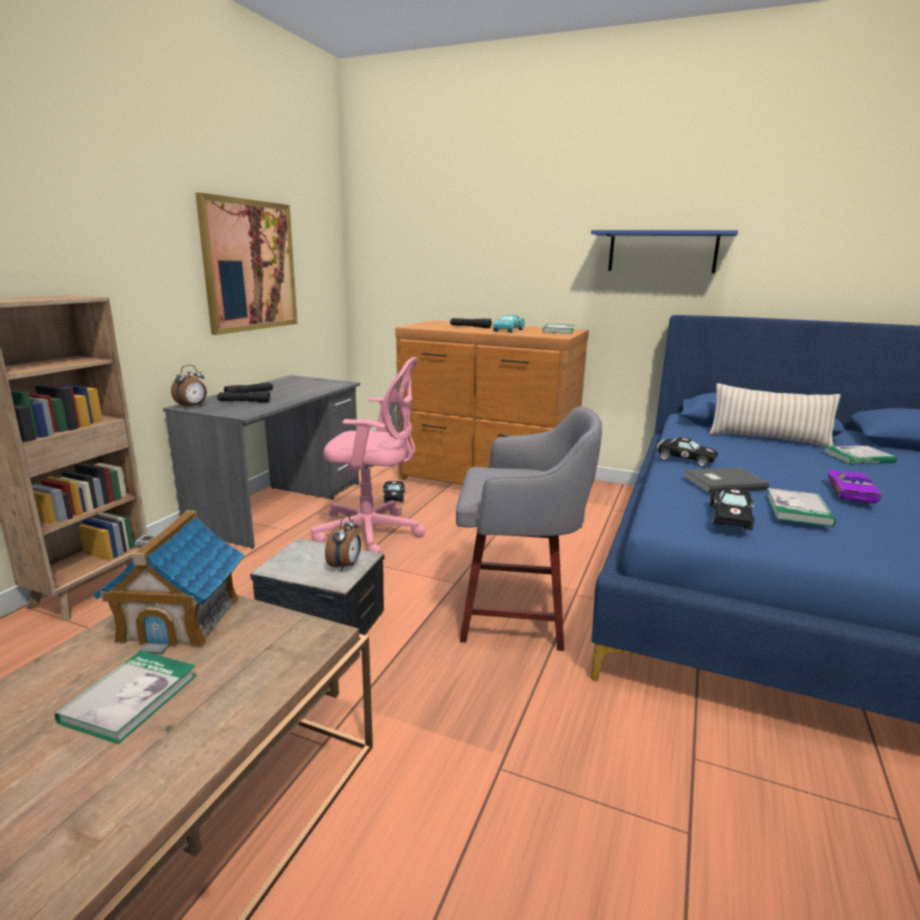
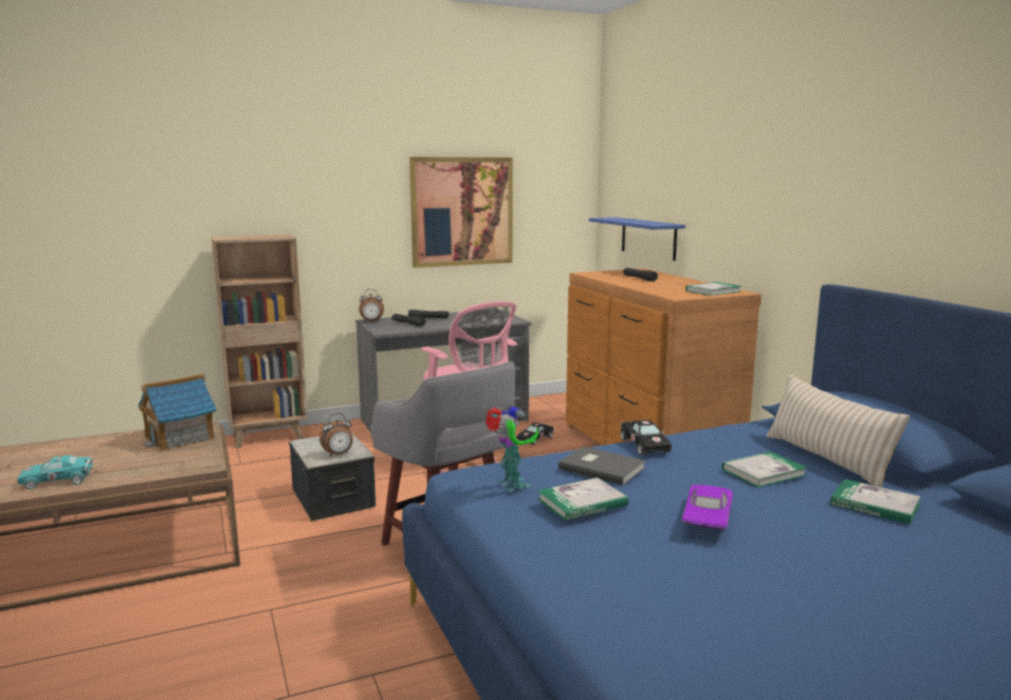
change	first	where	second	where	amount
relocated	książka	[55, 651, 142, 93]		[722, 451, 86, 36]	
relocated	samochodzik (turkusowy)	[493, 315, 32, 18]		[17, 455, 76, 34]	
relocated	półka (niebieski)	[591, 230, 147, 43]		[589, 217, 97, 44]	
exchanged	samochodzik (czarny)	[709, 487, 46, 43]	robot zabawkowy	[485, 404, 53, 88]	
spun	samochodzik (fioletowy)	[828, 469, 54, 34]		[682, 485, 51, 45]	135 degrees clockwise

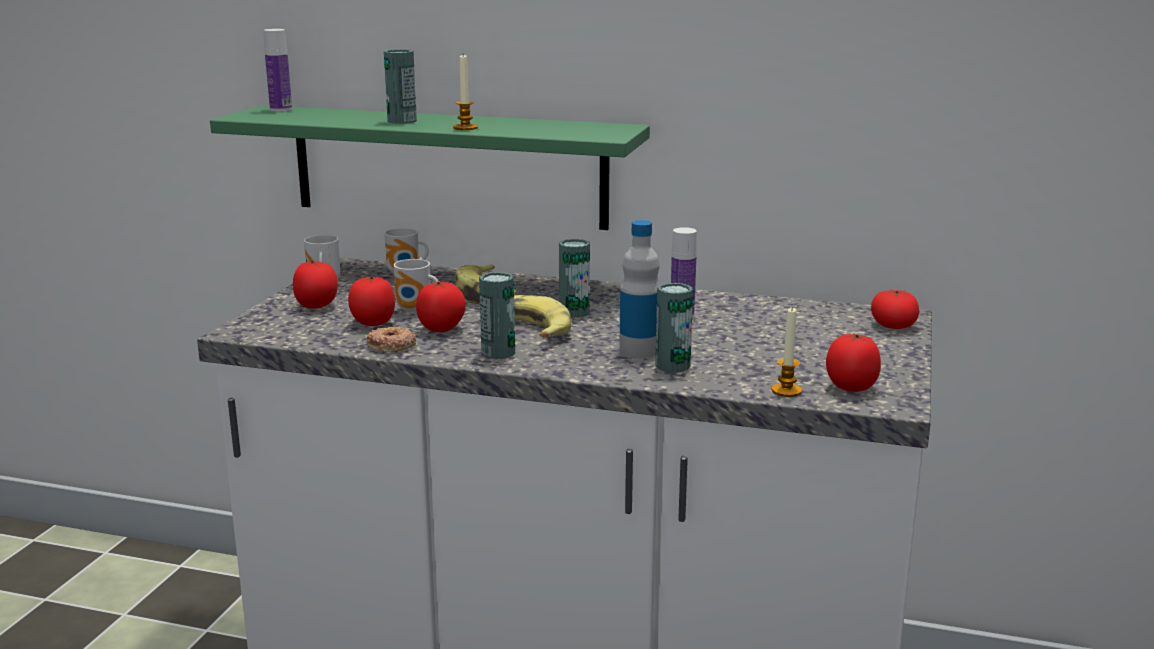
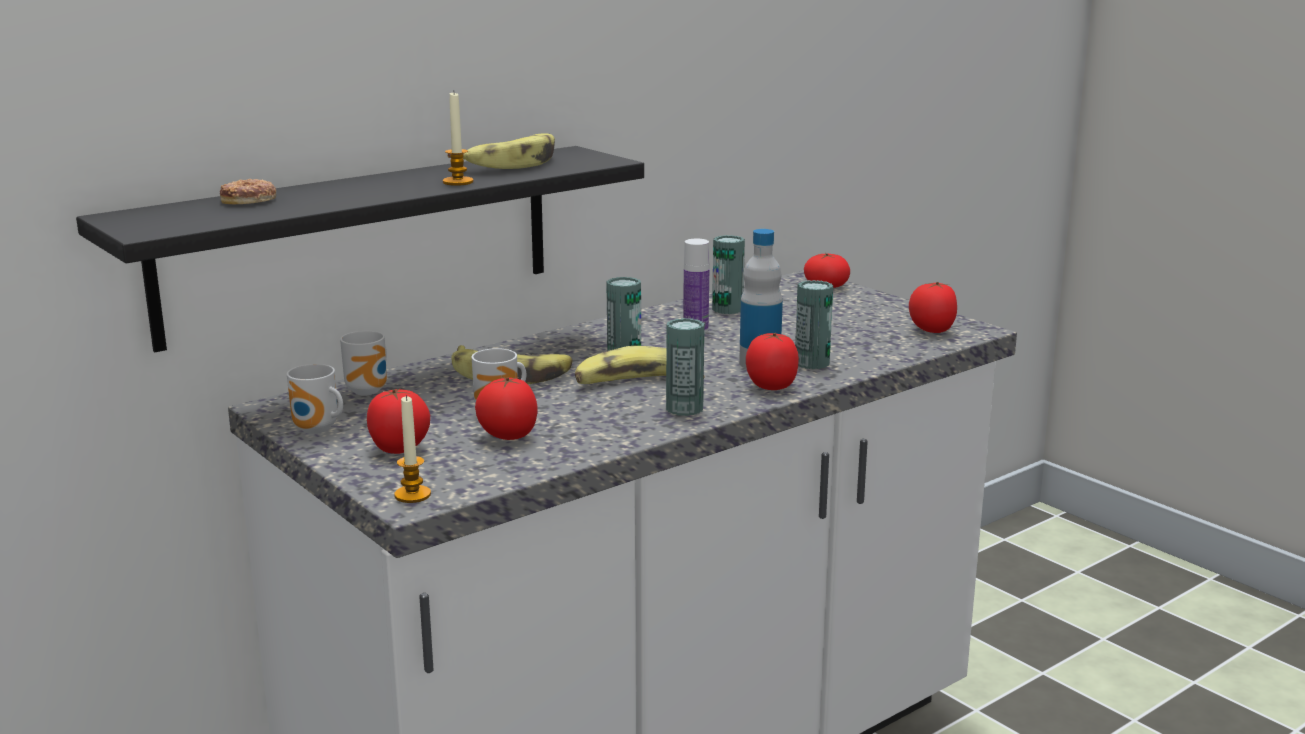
change	first	where	second	where	amount
colour	półka (zielony)	[210, 105, 440, 125]	półka (czarny)	[76, 146, 568, 206]	
missing	butelka	[263, 29, 29, 83]			
relocated	donut	[367, 326, 49, 26]		[220, 179, 56, 25]	
relocated	puszka	[384, 49, 33, 75]		[712, 235, 33, 79]	
relocated	pomidor	[416, 281, 50, 51]		[746, 333, 53, 57]	
relocated	świeca	[771, 306, 31, 91]		[394, 395, 37, 108]	
appeared			banan	[448, 133, 107, 36]	

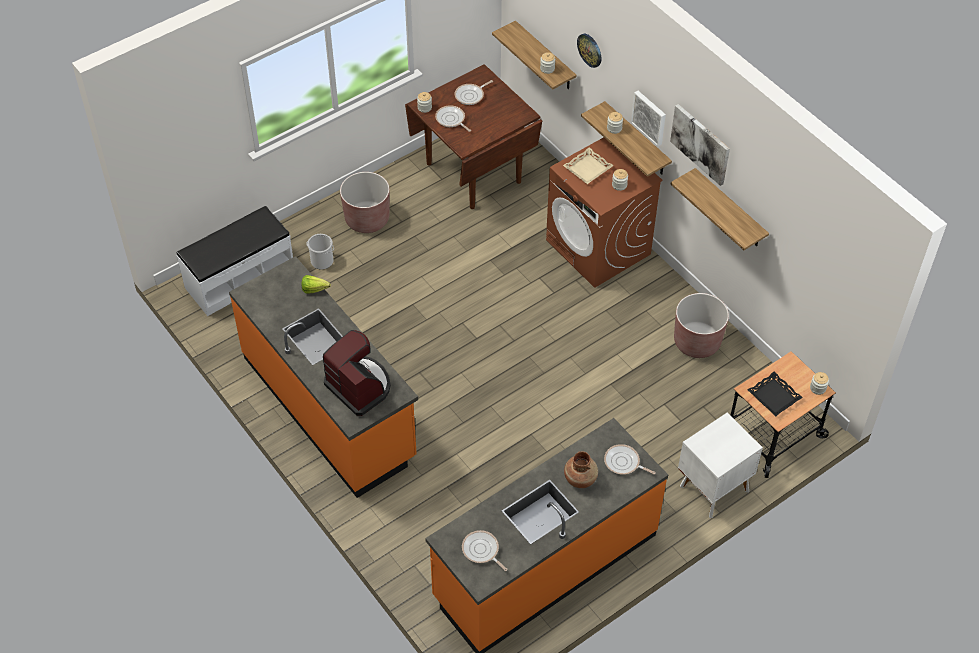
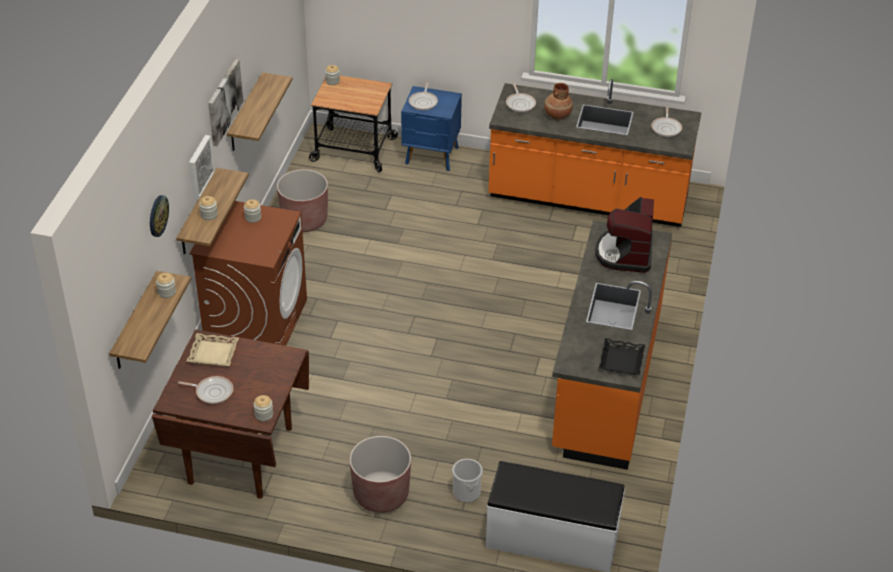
change	first	where	second	where	amount
missing	sałata	[302, 275, 29, 19]			
relocated	patelnia	[435, 105, 36, 27]		[409, 82, 29, 28]	
relocated	taca (beżowy)	[563, 147, 51, 37]		[186, 333, 53, 33]	
colour	szafka nocna (biały)	[678, 413, 85, 105]	szafka nocna (niebieski)	[401, 86, 61, 85]	
relocated	taca (czarny)	[748, 371, 55, 45]		[599, 338, 46, 37]	

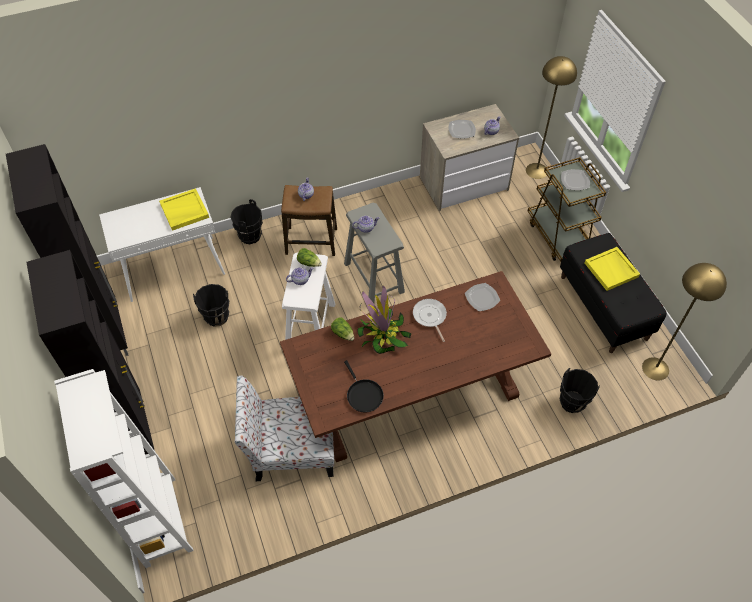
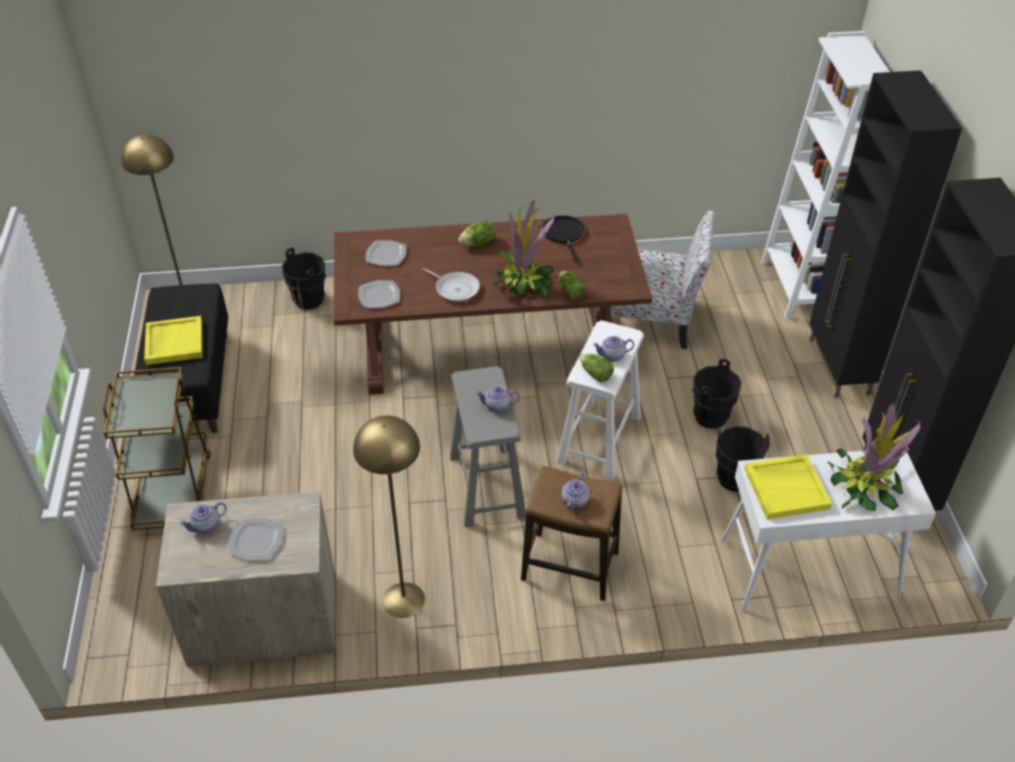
change	first	where	second	where	amount
relocated	wiadro (czarny)	[230, 199, 33, 45]		[692, 359, 50, 70]	
spun	patelnia	[413, 299, 34, 43]		[422, 268, 58, 33]	45 degrees counterclockwise
relocated	lampa stojąca (żółty)	[526, 56, 51, 123]		[353, 415, 72, 203]	
relocated	talerz	[561, 169, 29, 21]		[366, 240, 41, 26]	
appeared			sałata	[458, 221, 38, 25]	
appeared			roślina doniczkowa	[828, 403, 92, 108]	

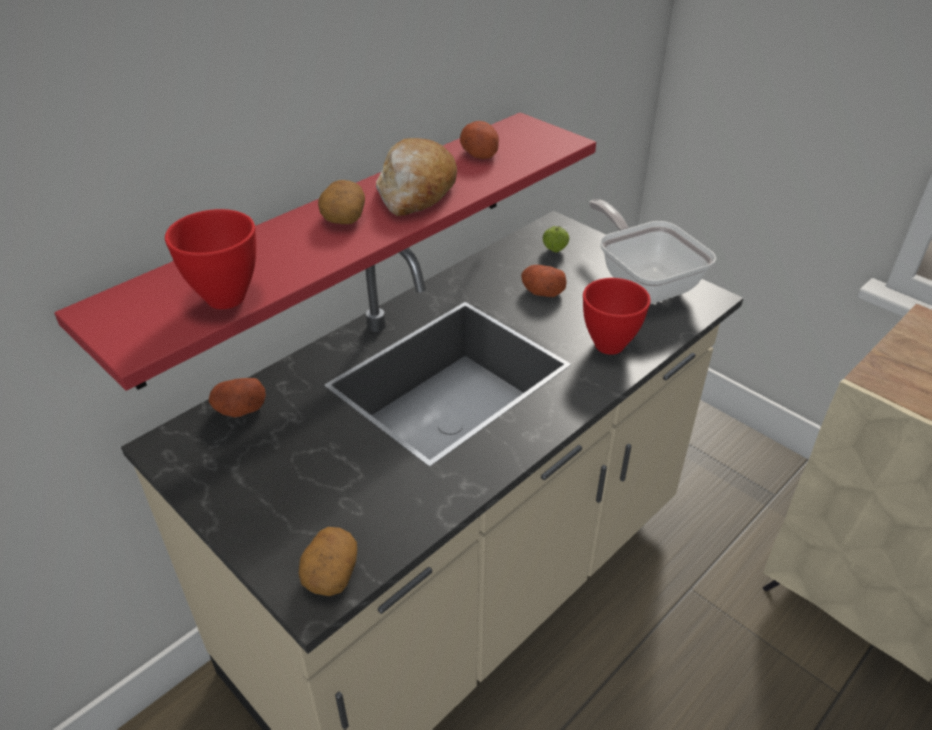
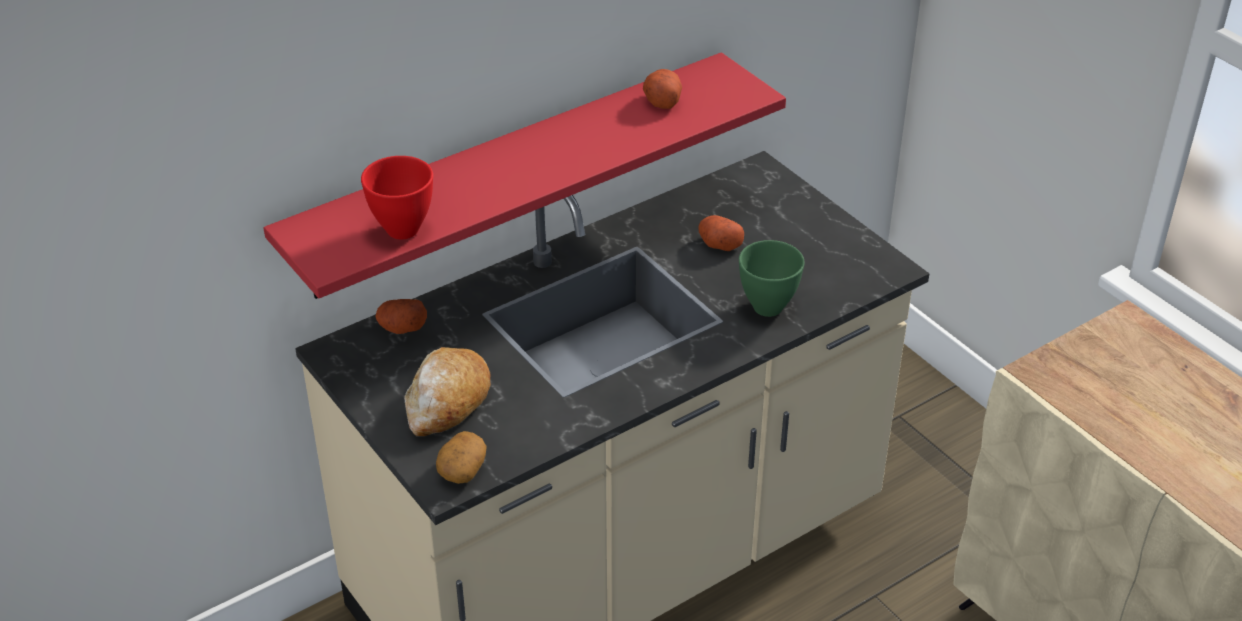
change	first	where	second	where	amount
missing	ziemniak	[318, 180, 47, 44]			
relocated	chleb	[376, 138, 81, 78]		[404, 347, 87, 89]	
missing	jabłko	[543, 226, 26, 26]			
colour	miska (czerwony)	[583, 278, 68, 77]	miska (zielony)	[739, 240, 66, 77]	
missing	patelnia	[589, 199, 127, 105]			

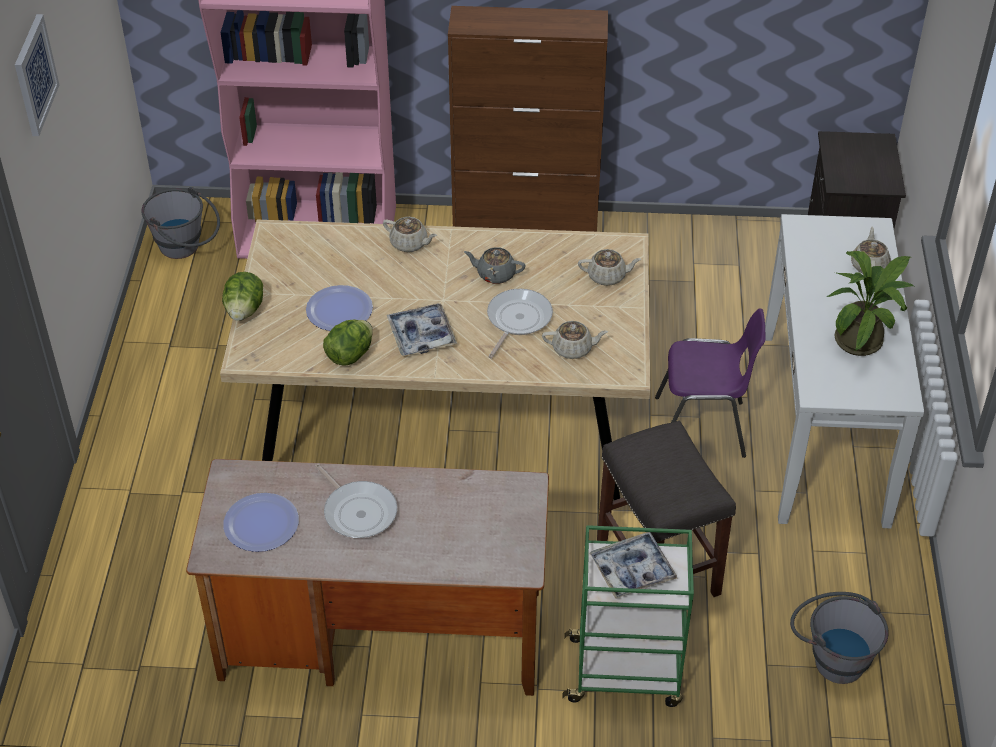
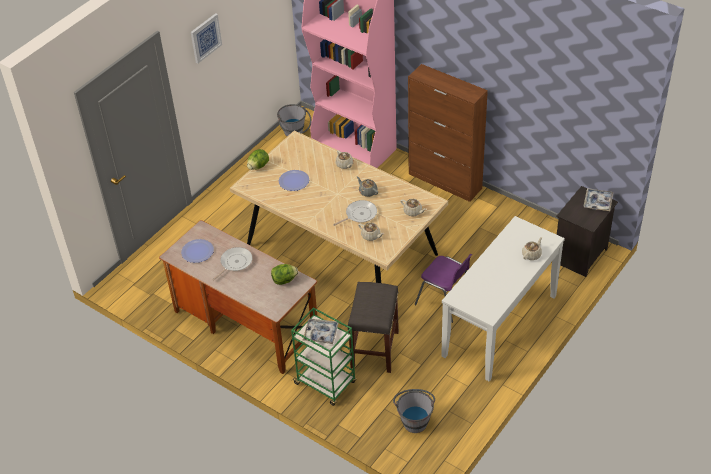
change	first	where	second	where	amount
spun	patelnia	[315, 464, 82, 74]		[212, 247, 41, 34]	135 degrees counterclockwise
relocated	sałata	[323, 319, 50, 47]		[271, 264, 27, 21]	
relocated	taca	[387, 304, 70, 52]		[584, 188, 30, 23]	
missing	roślina doniczkowa	[826, 251, 88, 105]			

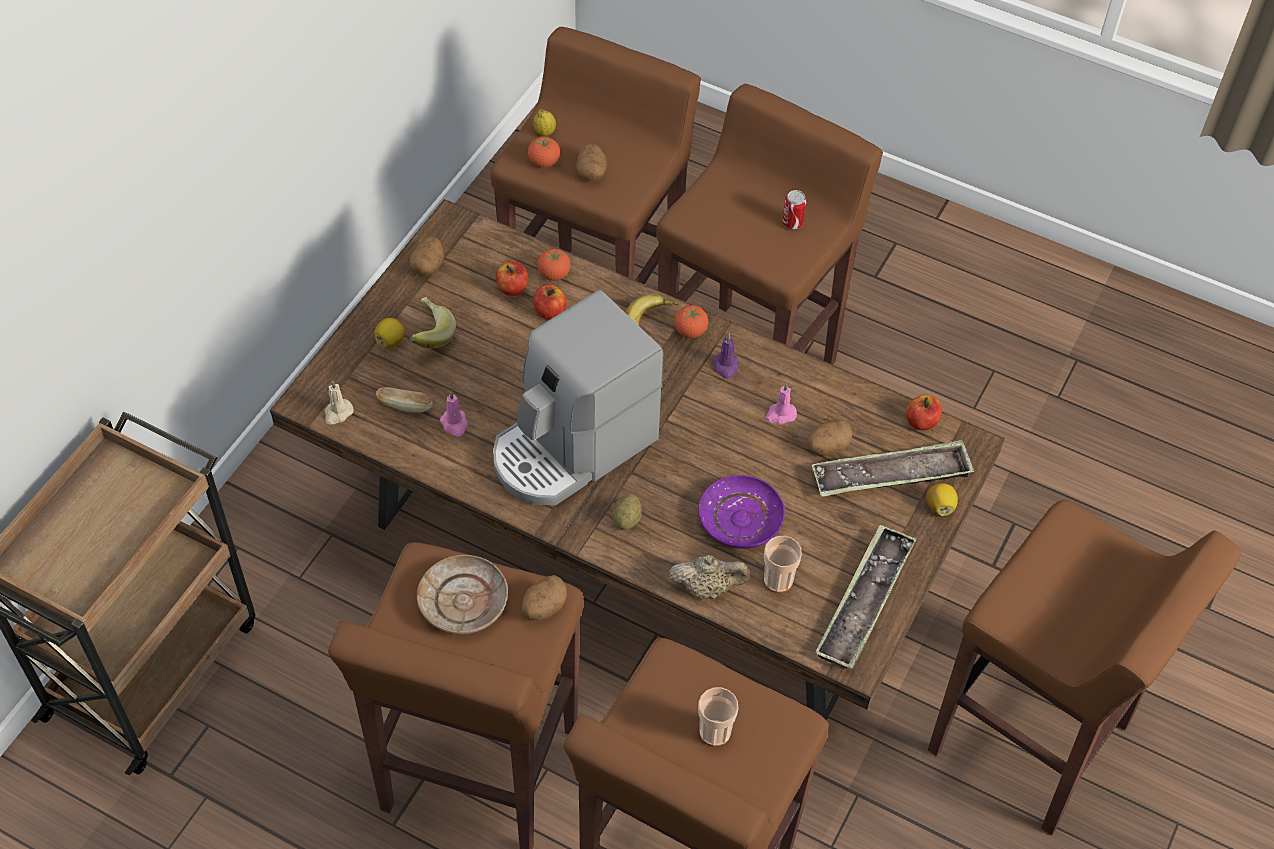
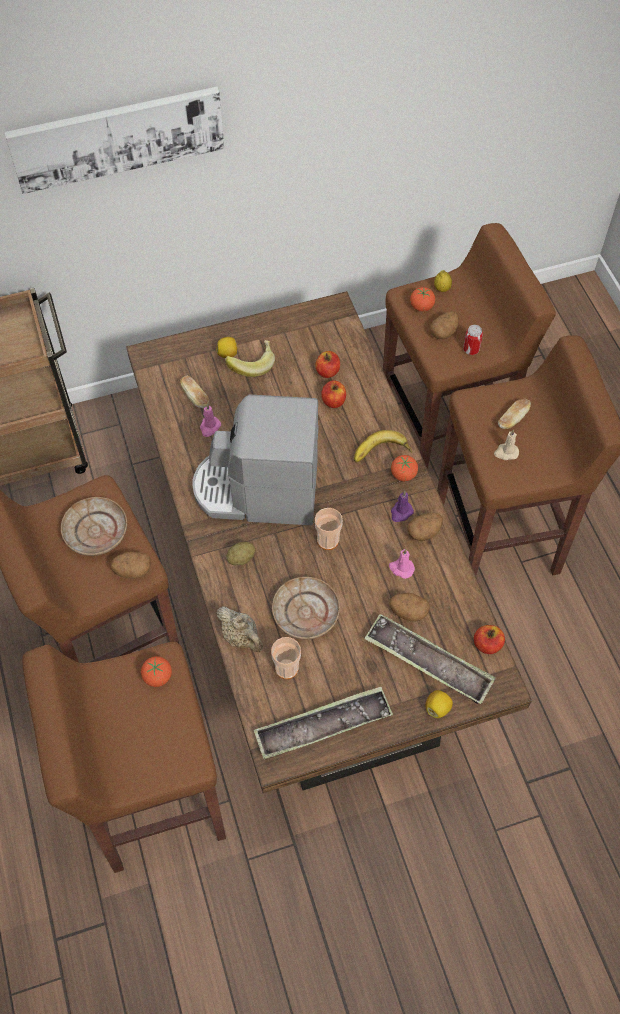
change	first	where	second	where	amount
relocated	świeca (beżowy)	[325, 381, 29, 43]		[494, 429, 25, 31]	
relocated	ziemniak	[410, 236, 34, 39]		[407, 512, 36, 29]	
relocated	pomidor	[537, 249, 34, 32]		[141, 656, 31, 31]	
colour	talerz (fioletowy)	[698, 475, 87, 74]	talerz (beżowy)	[272, 577, 68, 63]	
relocated	filiżanka	[698, 687, 40, 60]		[315, 508, 28, 42]	
relocated	puszka	[782, 190, 24, 39]		[463, 325, 20, 30]	
missing	stołek (brązowy)	[928, 500, 313, 335]			
appeared			obraz	[4, 87, 220, 107]	
appeared			chleb	[498, 399, 33, 30]	

